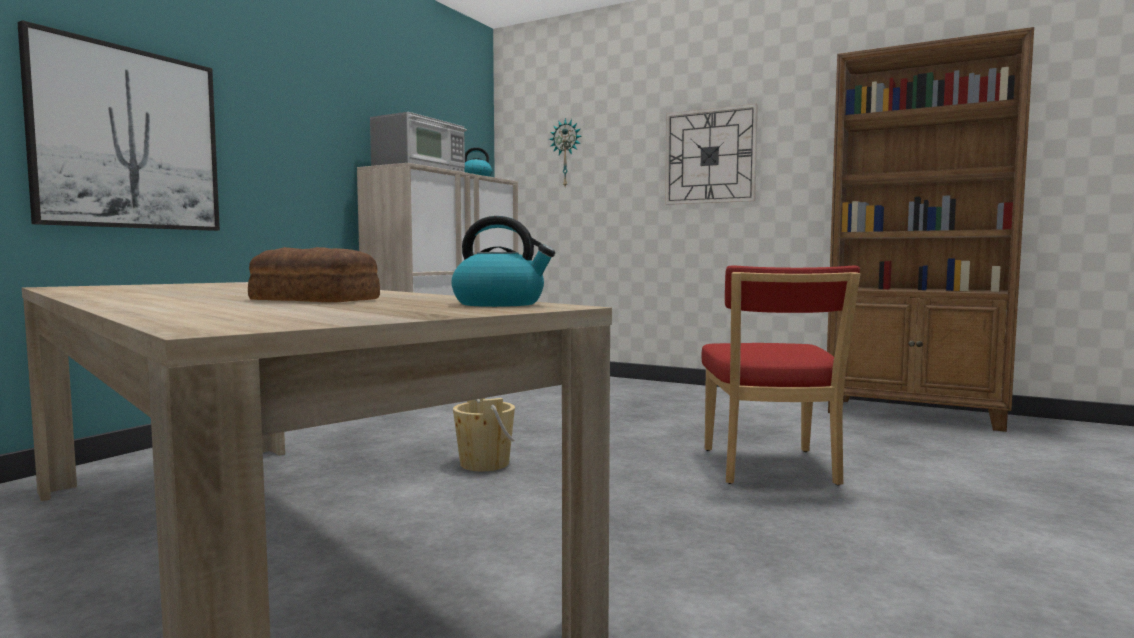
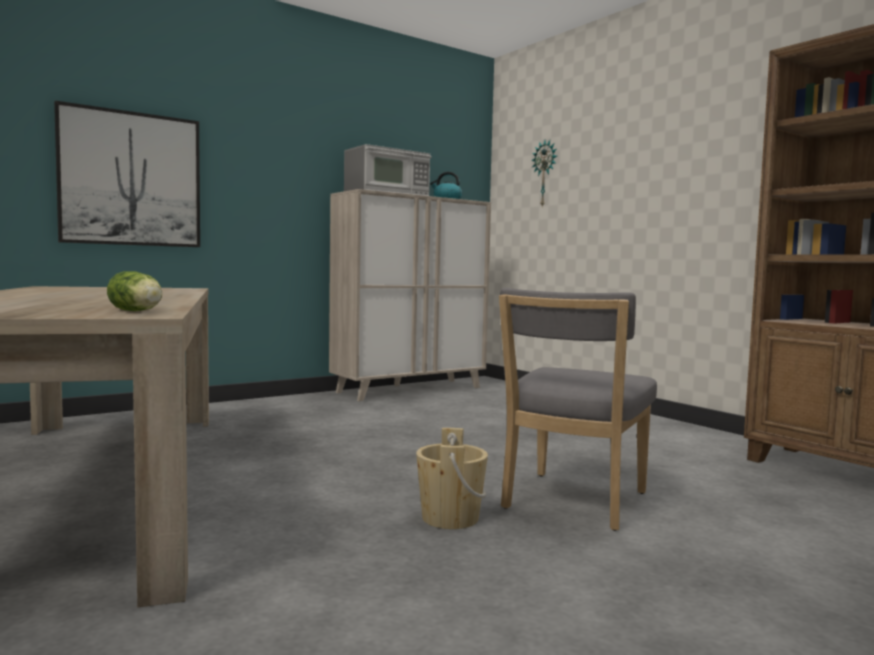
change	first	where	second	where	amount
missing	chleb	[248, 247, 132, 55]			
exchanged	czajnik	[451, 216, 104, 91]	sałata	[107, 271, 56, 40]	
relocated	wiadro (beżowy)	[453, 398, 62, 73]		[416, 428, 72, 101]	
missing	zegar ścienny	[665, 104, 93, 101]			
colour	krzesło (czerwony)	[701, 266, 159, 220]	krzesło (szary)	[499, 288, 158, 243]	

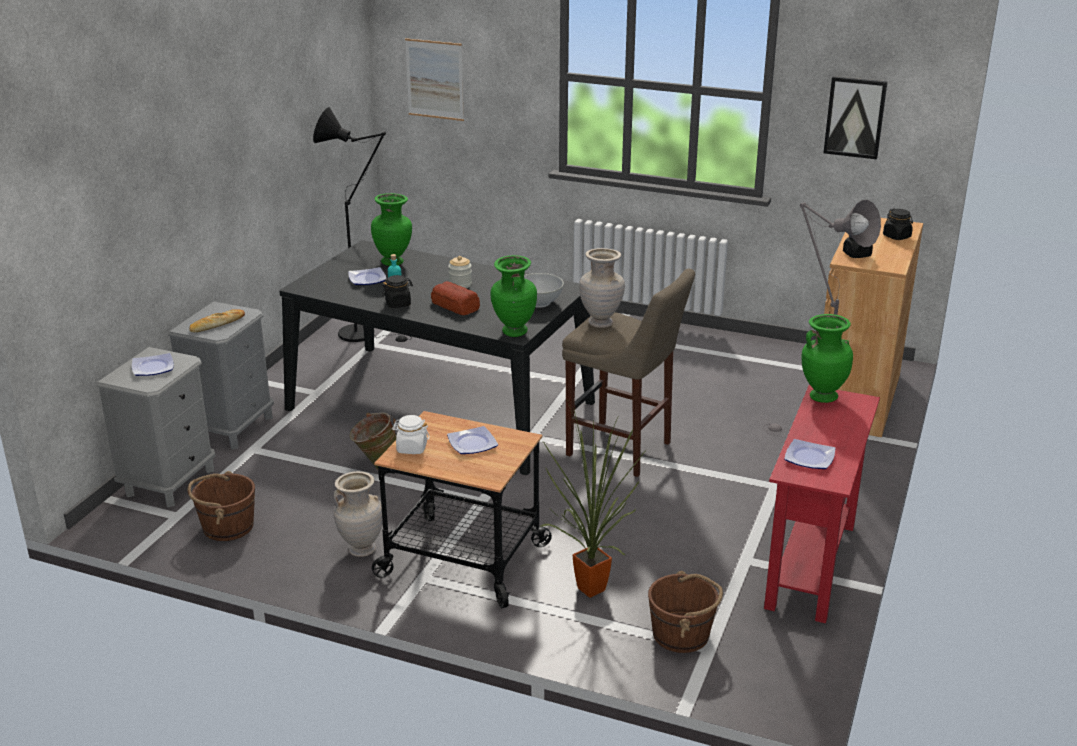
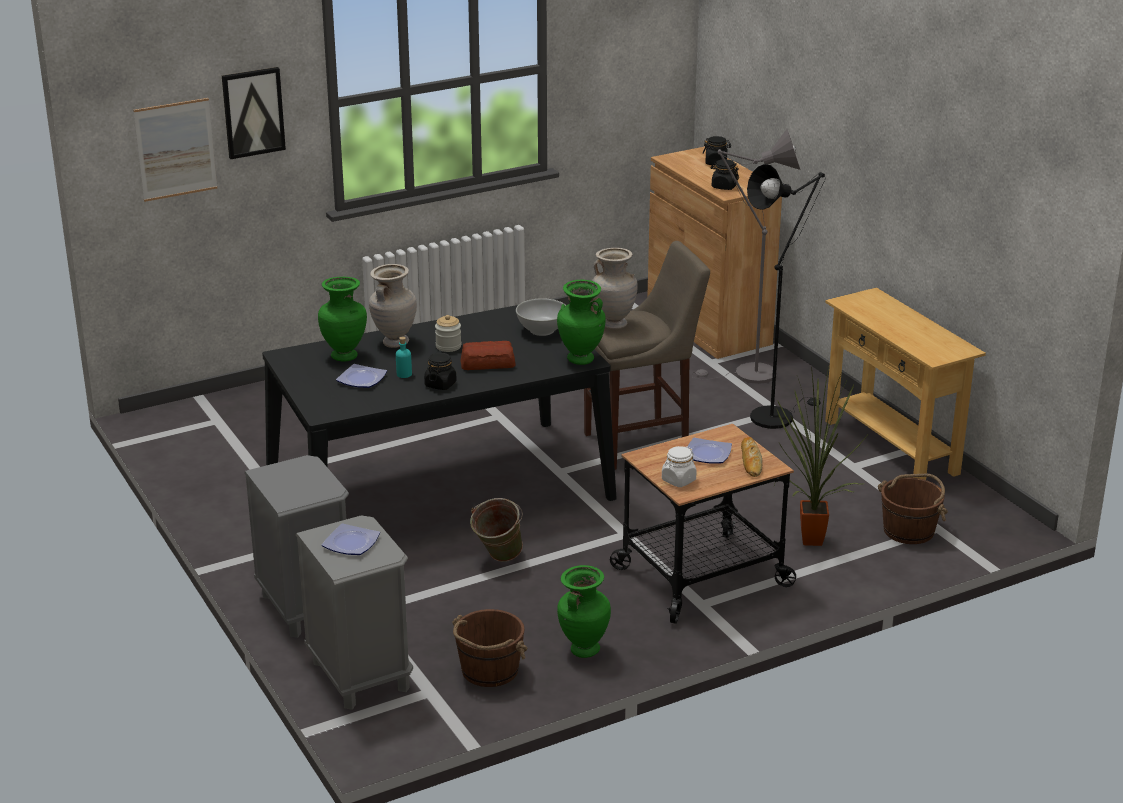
change	first	where	second	where	amount
relocated	chleb	[189, 309, 56, 23]		[741, 437, 21, 40]	
relocated	lampa stojąca (czarny)	[313, 107, 97, 235]		[747, 164, 78, 265]	
relocated	wazon (beżowy)	[333, 471, 50, 86]		[369, 264, 48, 84]	
colour	stolik konsolowy (czerwony)	[764, 385, 116, 238]	stolik konsolowy (beżowy)	[825, 288, 161, 192]	
missing	talerz	[784, 439, 51, 30]			
relocated	wazon (zielony)	[802, 314, 51, 89]		[557, 565, 54, 93]	
relocated	obraz	[824, 76, 64, 83]		[222, 67, 64, 92]	

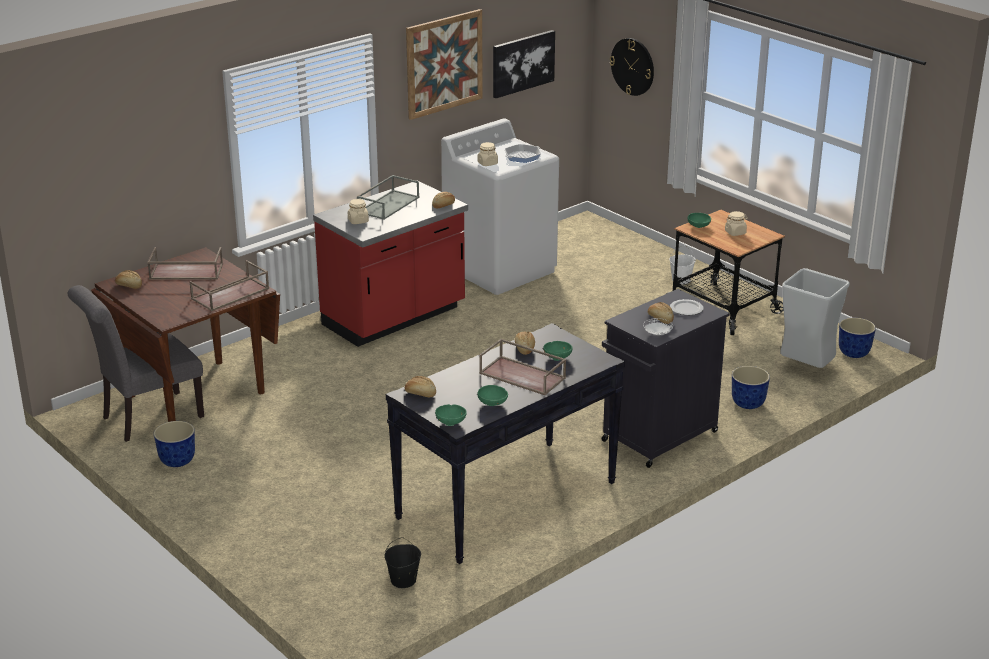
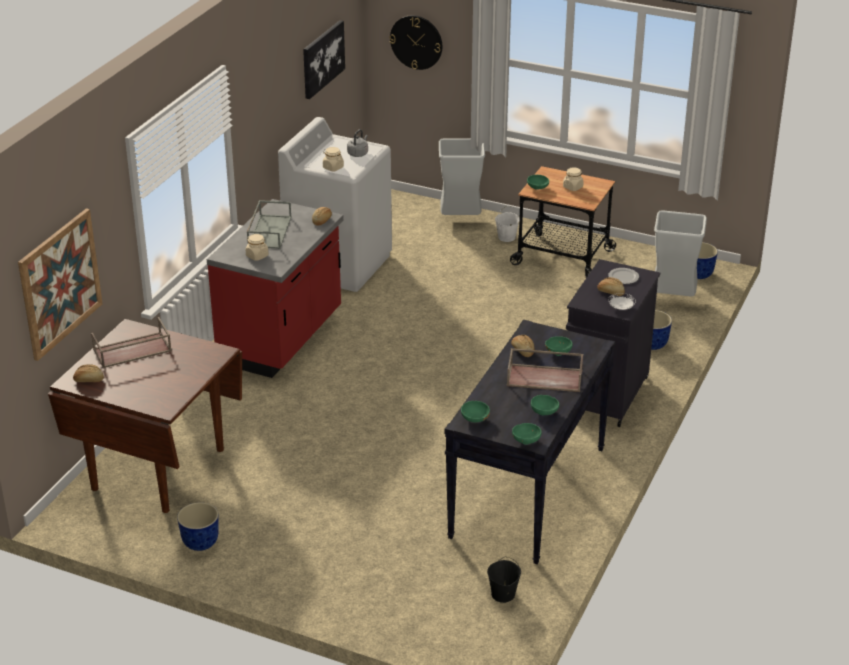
change	first	where	second	where	amount
missing	krzesło (szary)	[68, 285, 136, 157]			
missing	taca (brązowy)	[190, 260, 79, 51]			
exchanged	chleb	[405, 376, 31, 22]	miska (zielony)	[461, 401, 29, 22]	
relocated	obraz	[406, 9, 77, 111]		[18, 208, 85, 153]	
exchanged	patelnia	[505, 144, 36, 19]	czajnik (szary)	[347, 129, 21, 28]	
appeared			kosz na śmieci (szary)	[439, 138, 46, 77]	

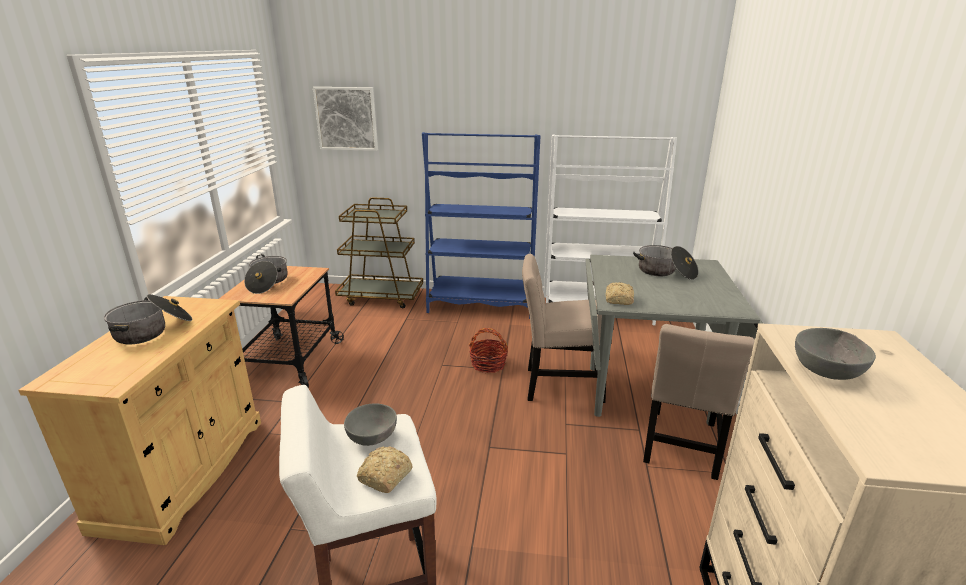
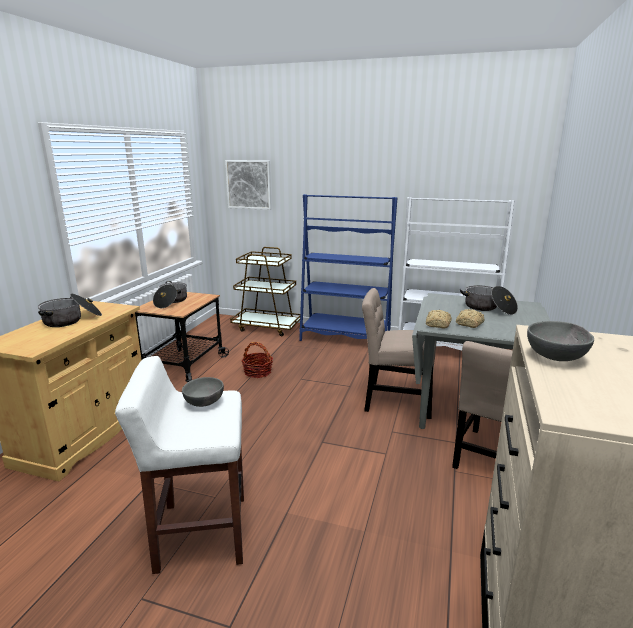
change	first	where	second	where	amount
relocated	chleb	[357, 447, 55, 46]		[456, 309, 29, 19]	
relocated	koszyk	[469, 328, 39, 45]		[241, 342, 32, 36]	

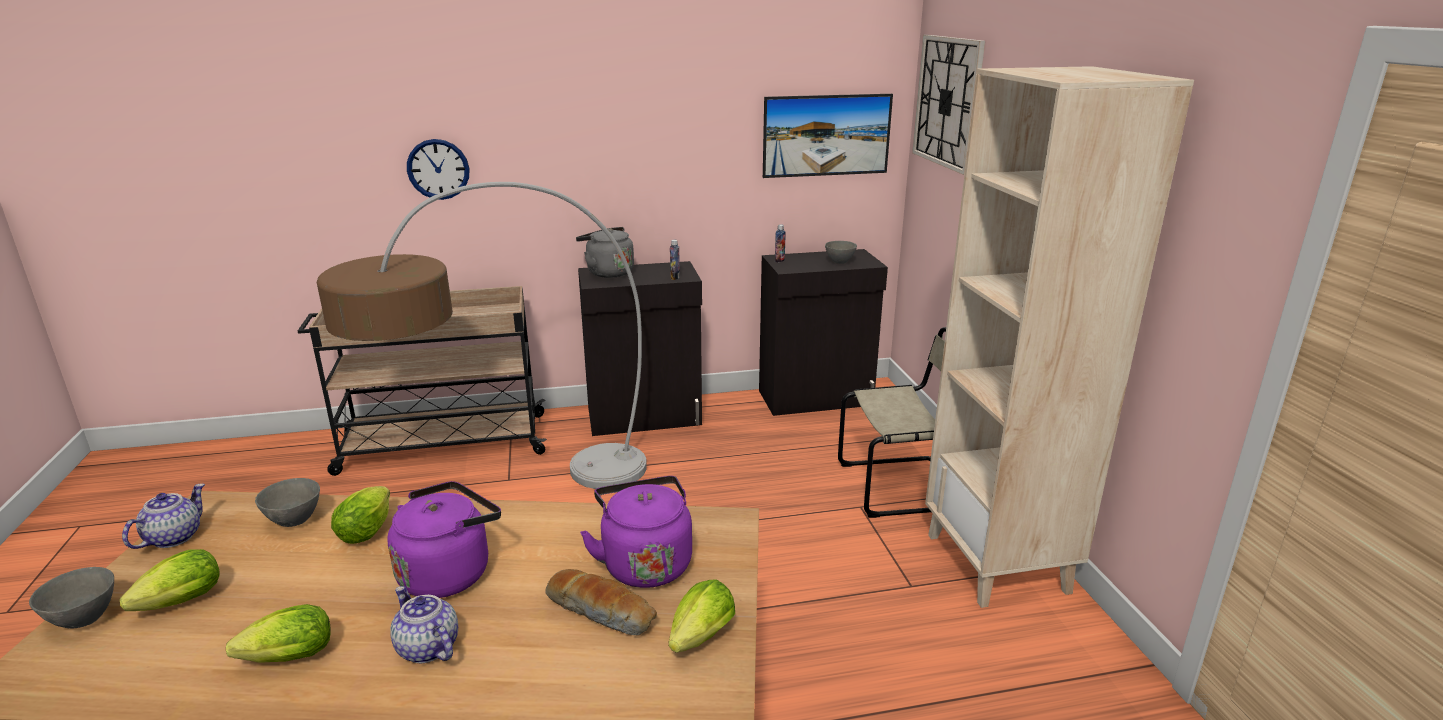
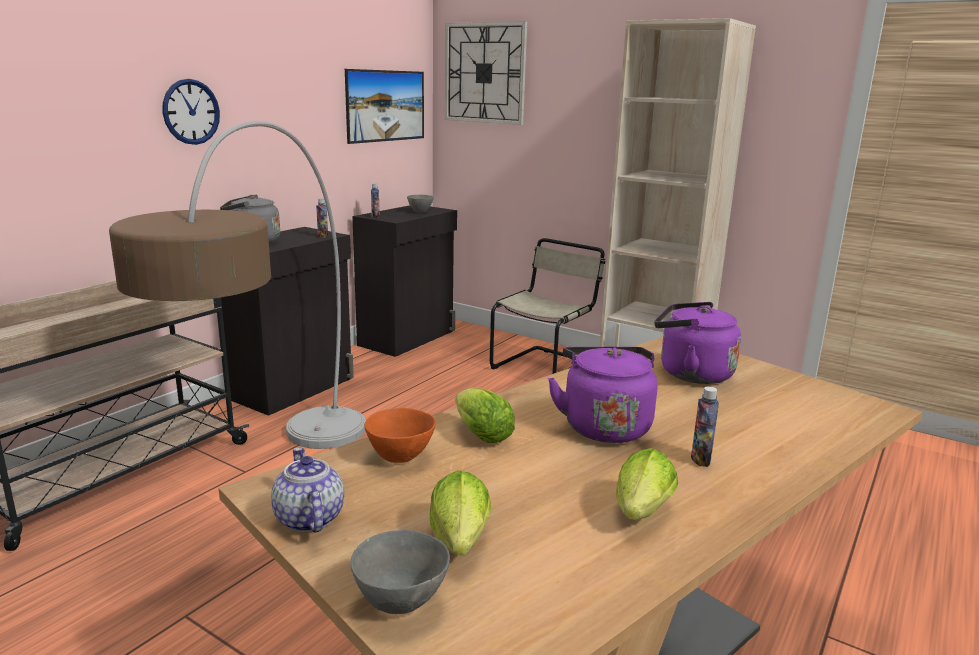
change	first	where	second	where	amount
colour	miska (szary)	[255, 478, 65, 49]	miska (pomarańczowy)	[364, 408, 72, 55]	
exchanged	imbryk	[390, 586, 68, 77]	butelka	[691, 386, 28, 81]	
relocated	zegar ścienny	[407, 139, 63, 61]		[162, 79, 58, 66]	
missing	chleb	[545, 569, 112, 66]			
missing	sałata	[669, 579, 66, 74]			

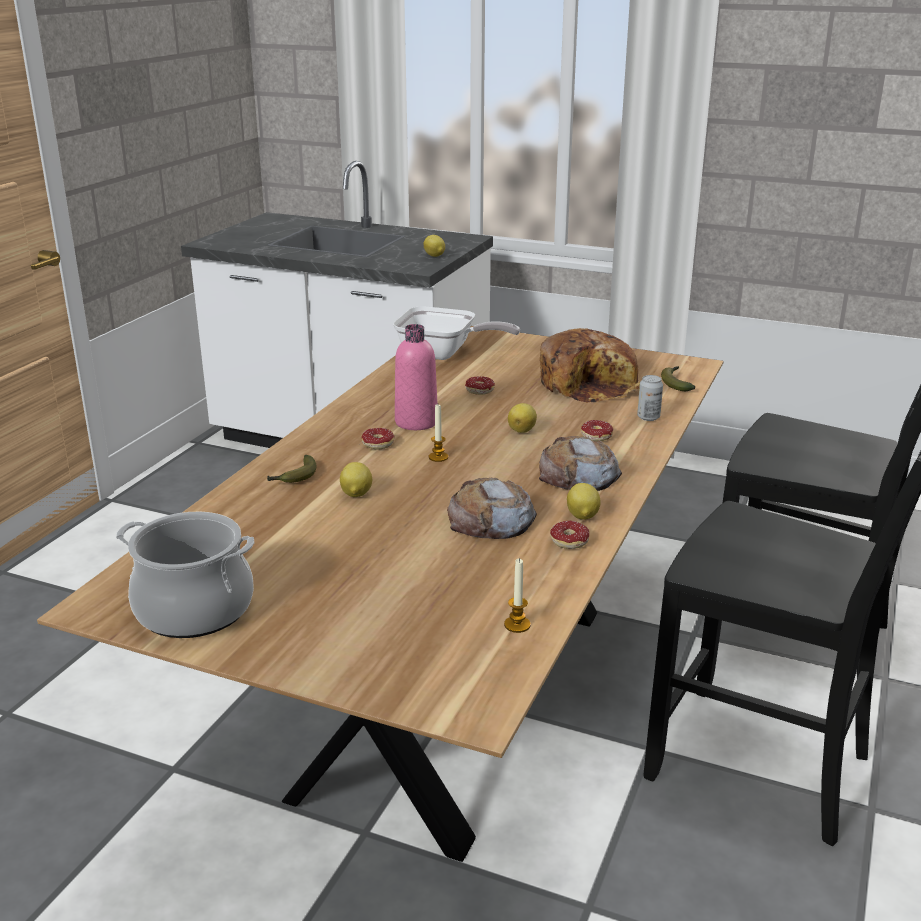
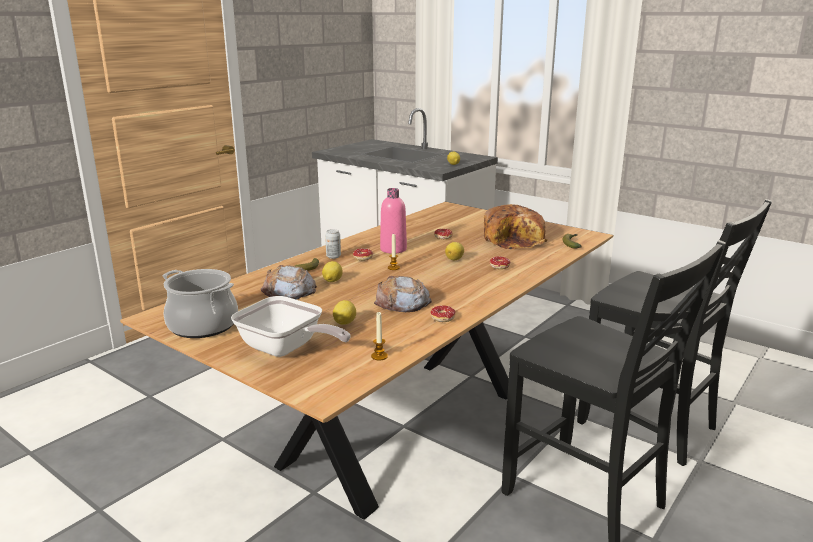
change	first	where	second	where	amount
relocated	patelnia	[393, 306, 127, 54]		[231, 296, 119, 61]	
relocated	chleb	[539, 436, 83, 55]		[261, 265, 56, 35]	
relocated	cytryna	[567, 483, 34, 37]		[333, 300, 23, 25]	
relocated	puszka	[637, 375, 26, 46]		[325, 229, 16, 30]	

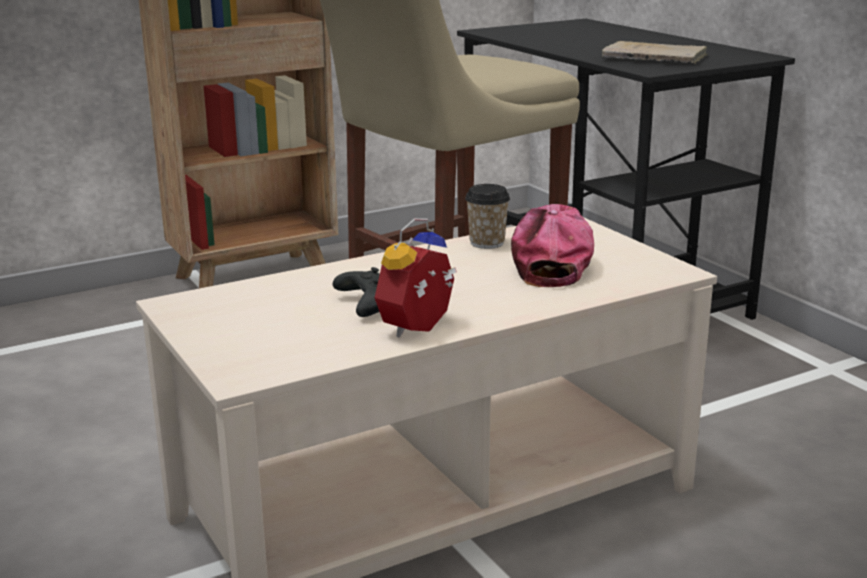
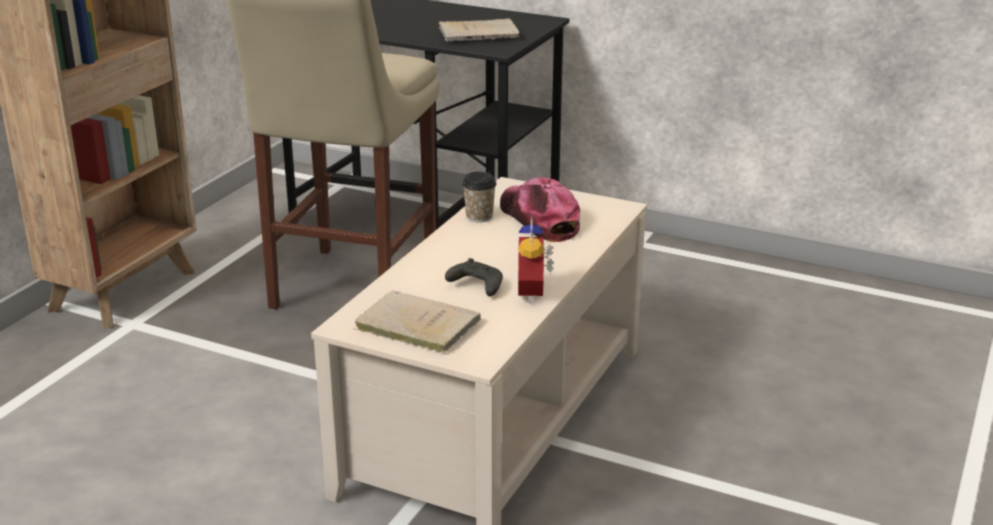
change	first	where	second	where	amount
appeared			książka (beżowy)	[354, 290, 127, 63]	

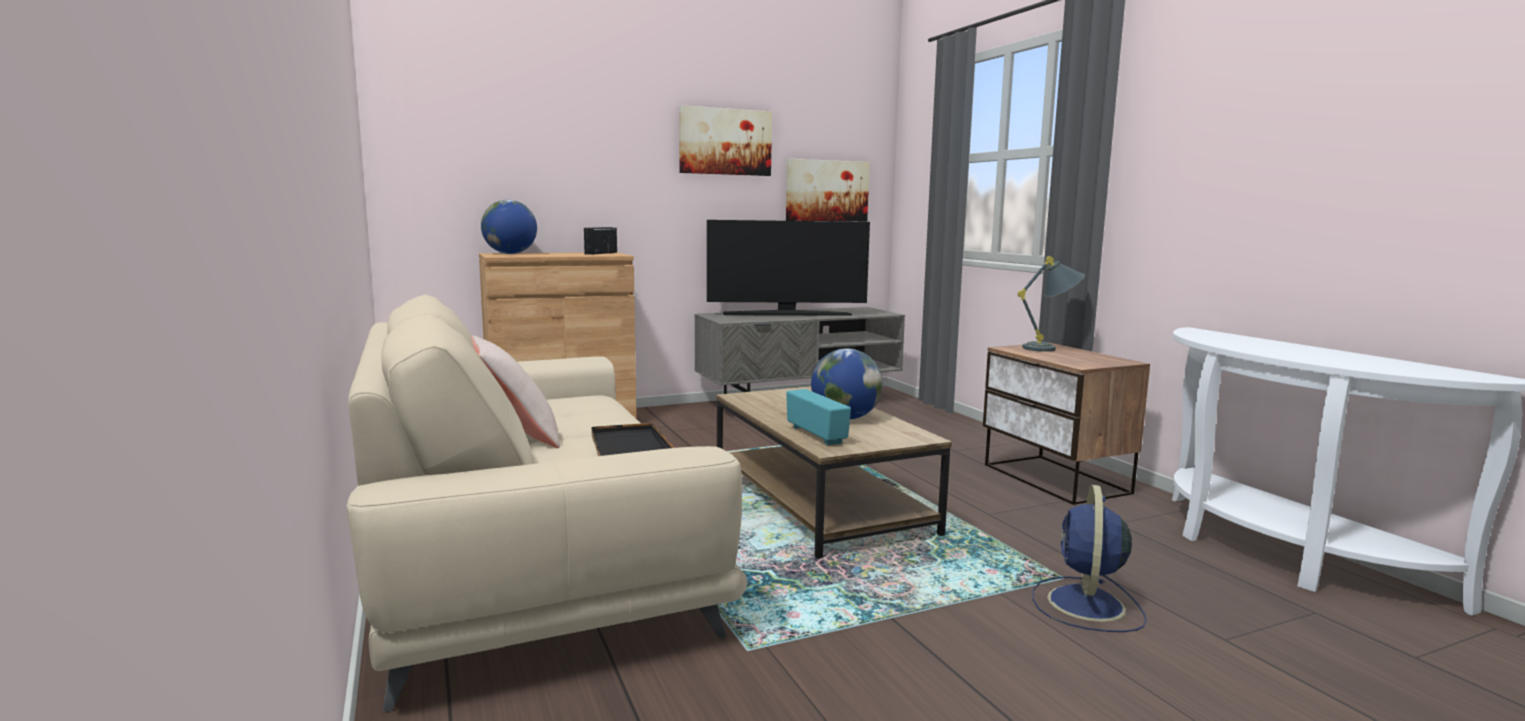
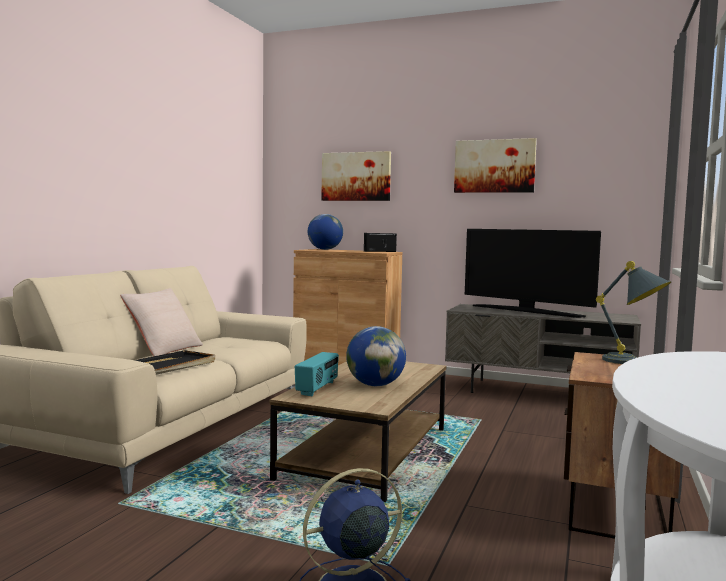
change	first	where	second	where	amount
relocated	obraz	[786, 159, 84, 62]		[321, 151, 70, 50]	

